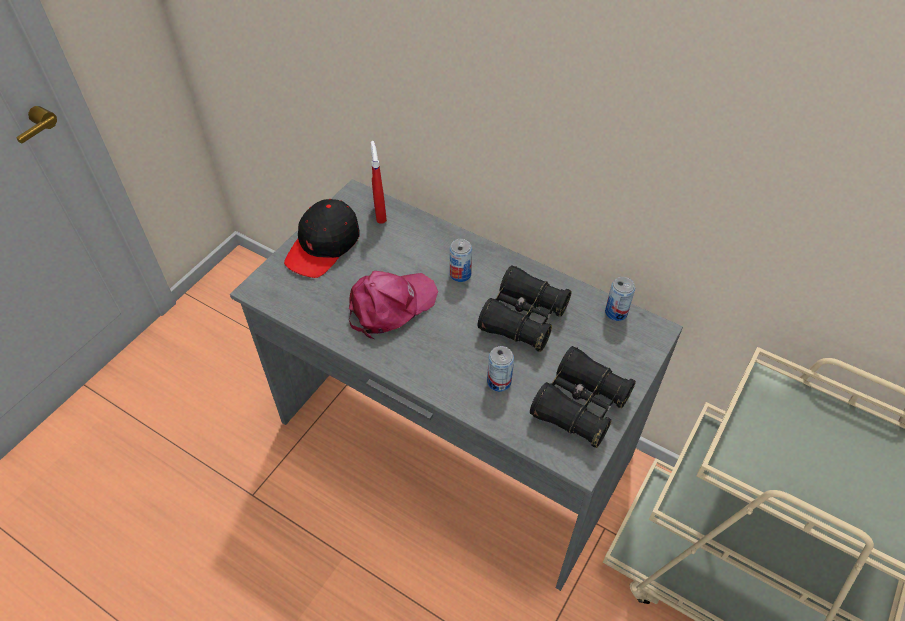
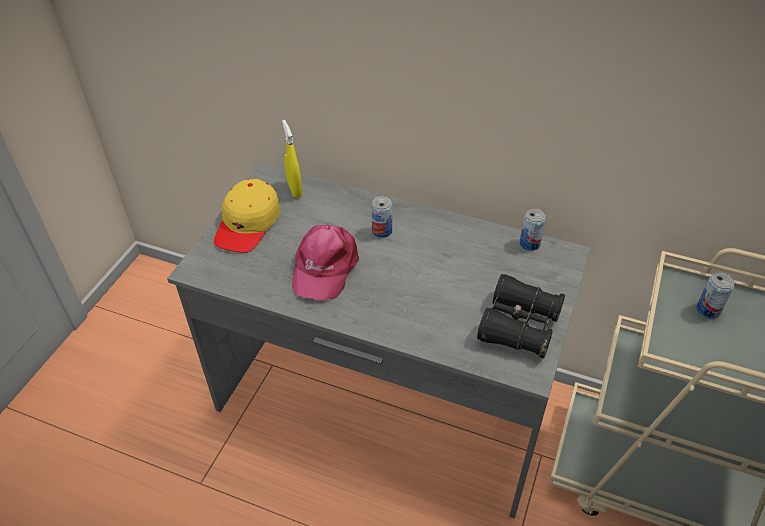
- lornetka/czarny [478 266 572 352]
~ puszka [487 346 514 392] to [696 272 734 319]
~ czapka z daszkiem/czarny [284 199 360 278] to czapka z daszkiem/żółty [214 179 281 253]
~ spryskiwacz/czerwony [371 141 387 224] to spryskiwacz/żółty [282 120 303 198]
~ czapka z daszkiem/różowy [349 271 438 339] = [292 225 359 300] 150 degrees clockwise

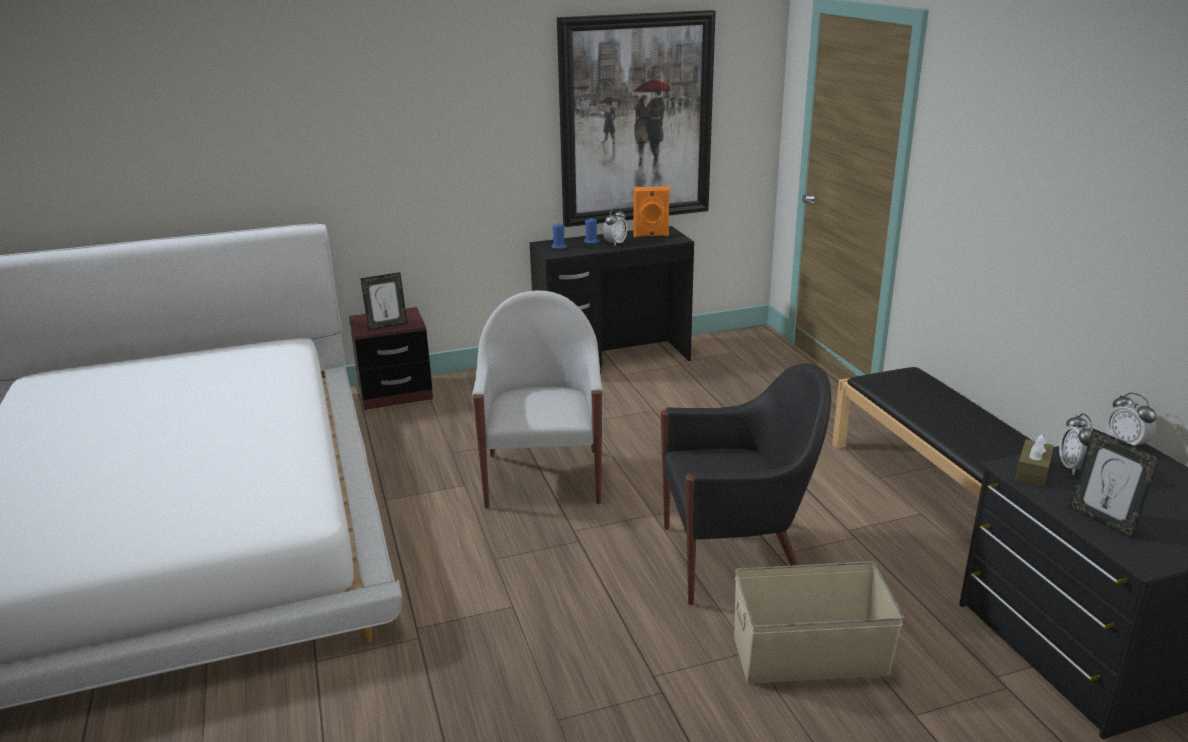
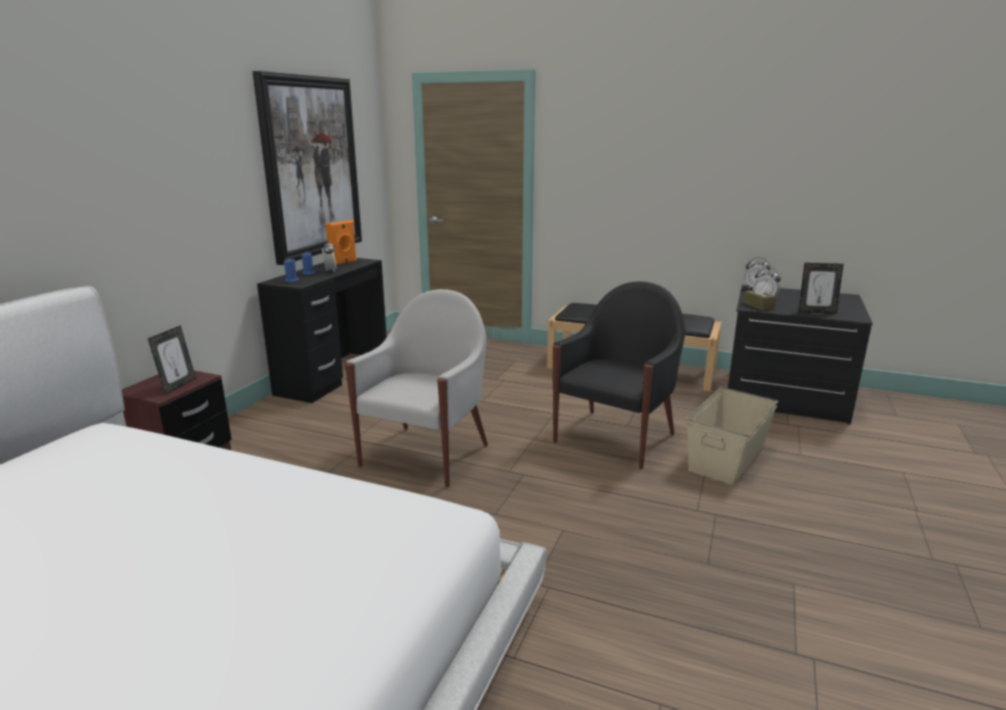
~ fotel/biały [472 290 604 509] = [345 289 488 488] 75 degrees clockwise

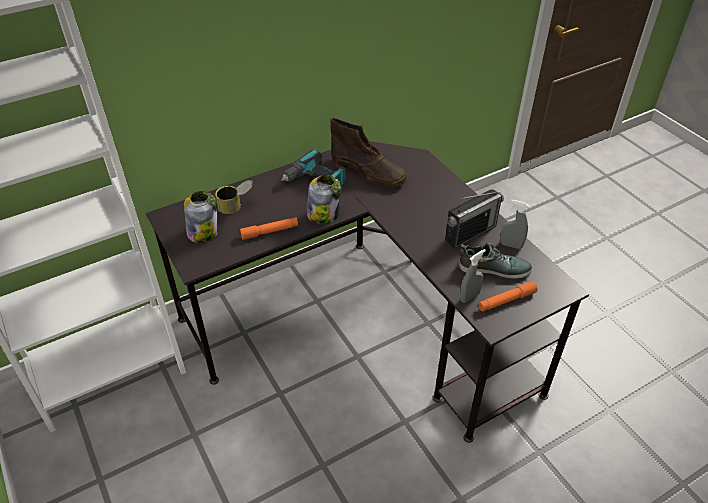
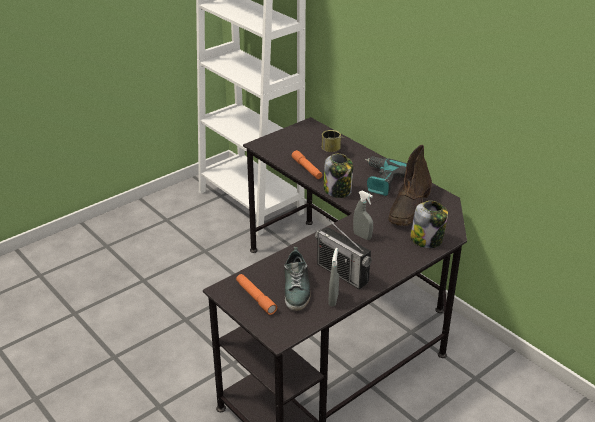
~ słoik [184 191 218 243] to [410 201 448 248]
~ spryskiwacz/szary [460 249 486 303] to [353 191 373 240]

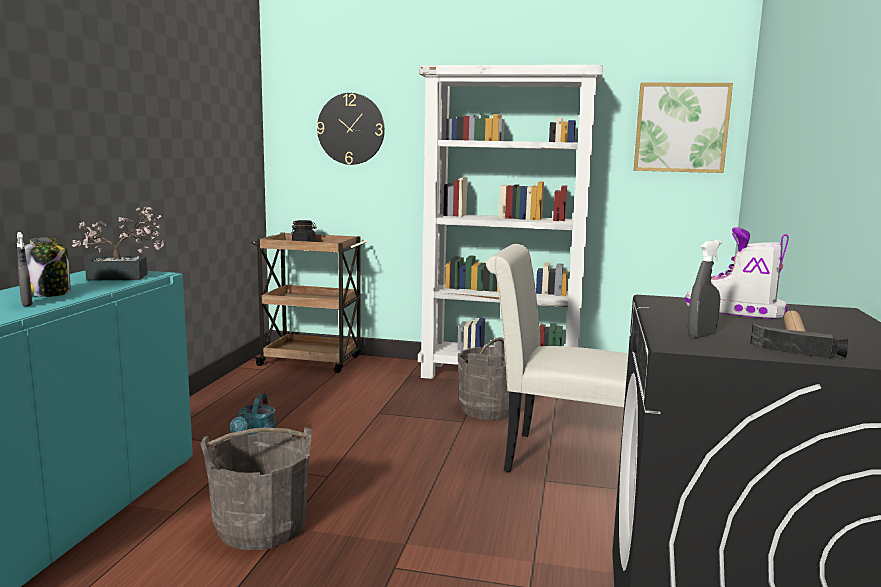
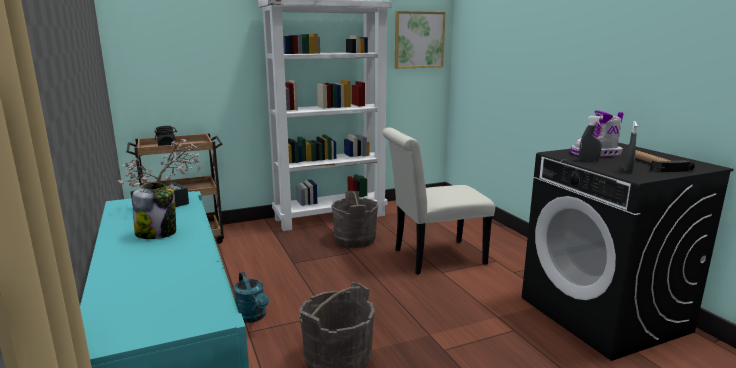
- zegar ścienny [317 93 385 165]
~ spryskiwacz/szary [17 232 33 306] to [579 116 603 162]

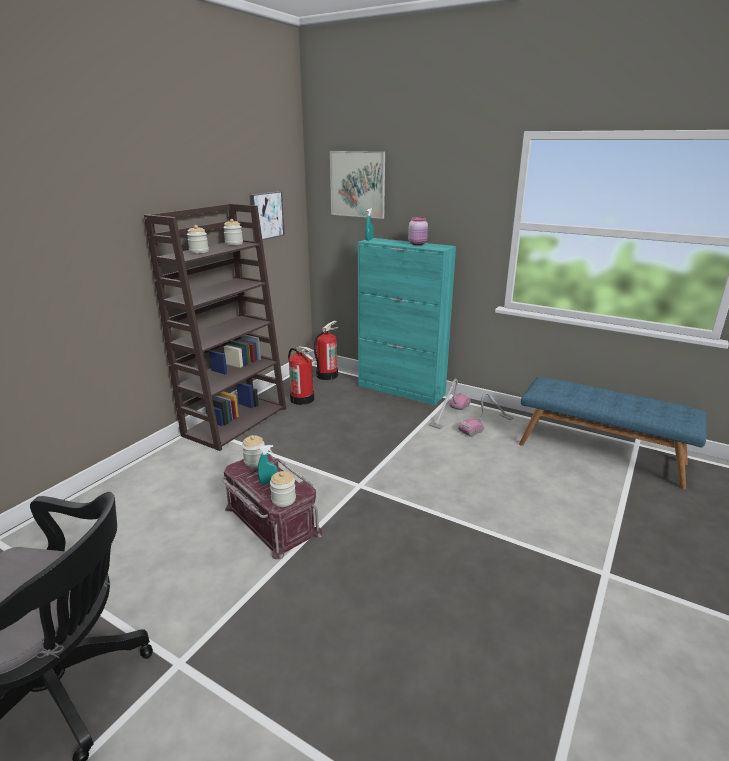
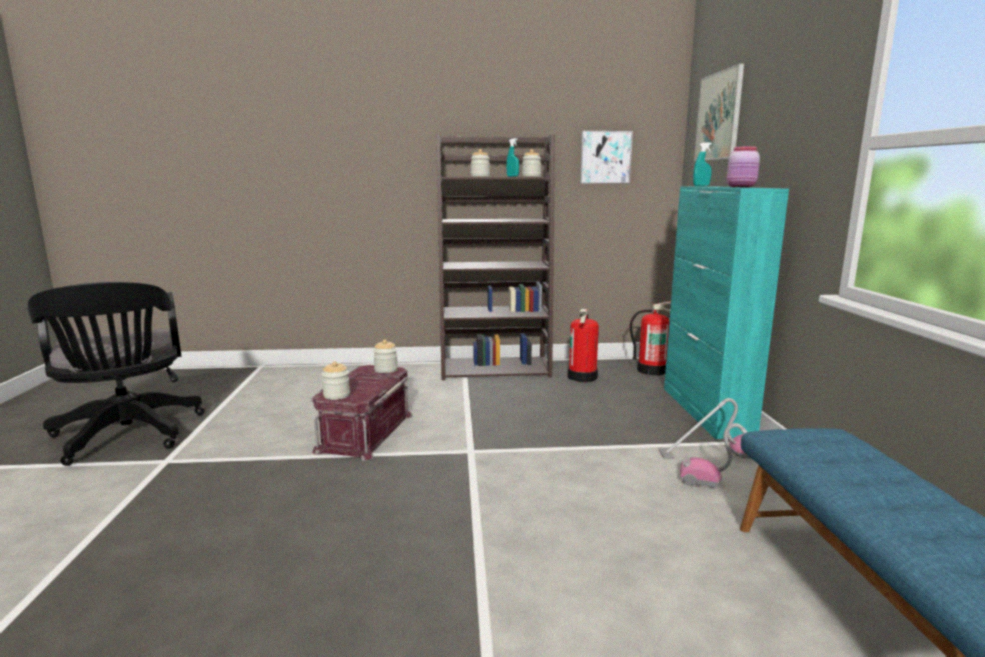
~ spryskiwacz/turkusowy [258 445 278 484] to [507 138 519 177]

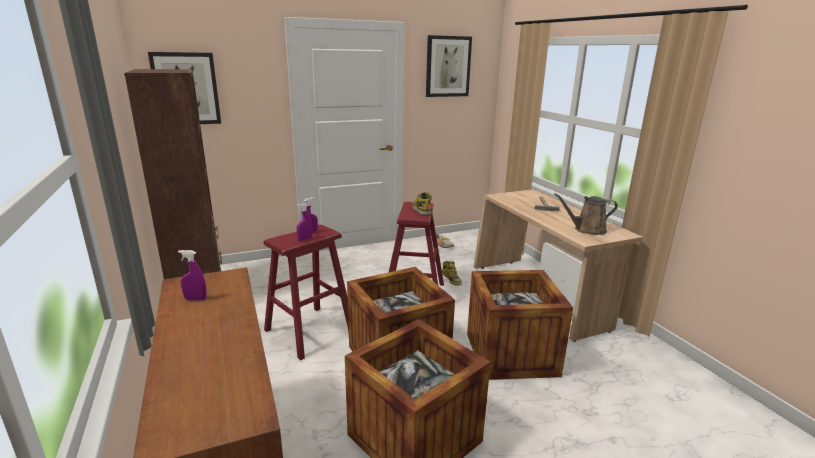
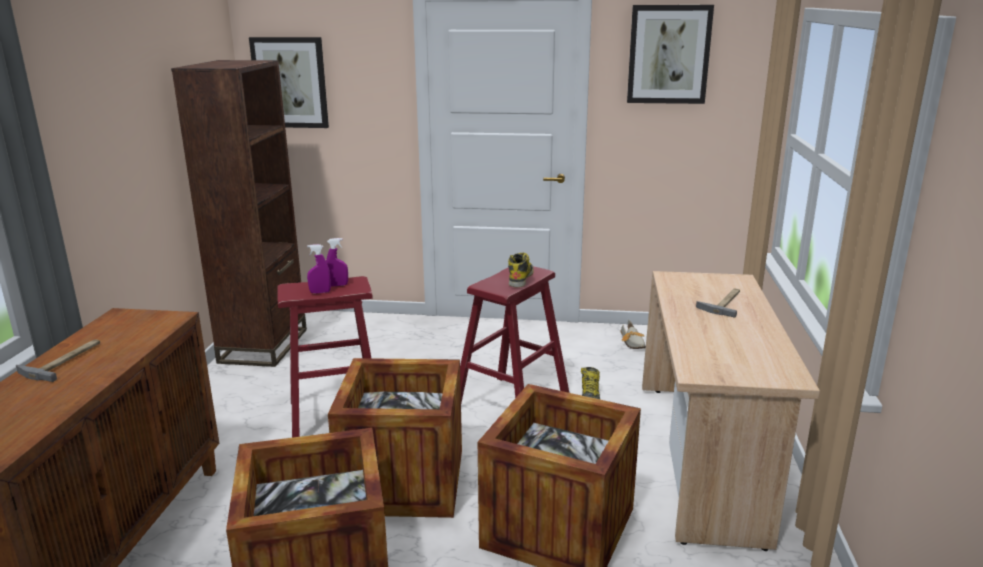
- spryskiwacz/fioletowy [178 250 207 300]
- konewka/brązowy [554 193 618 235]
+ młotek [16 339 100 382]

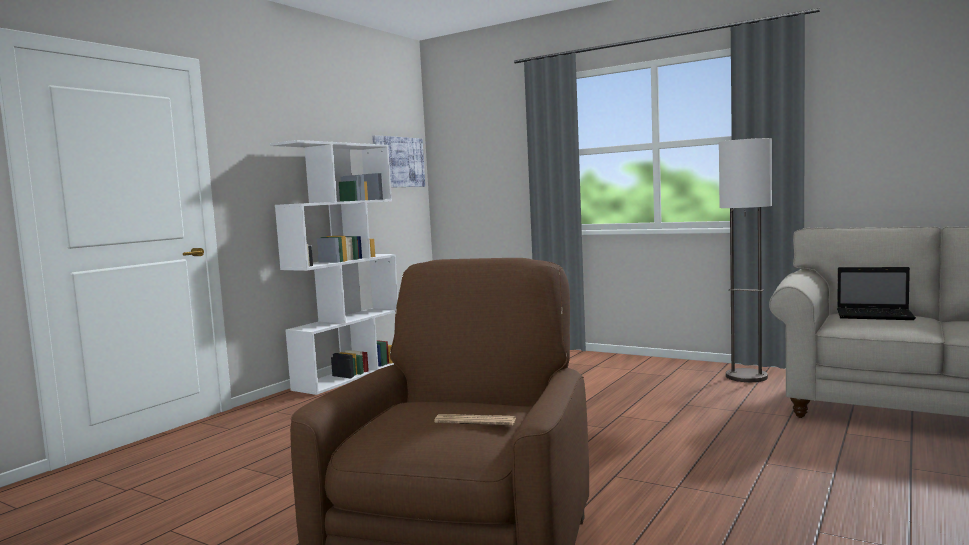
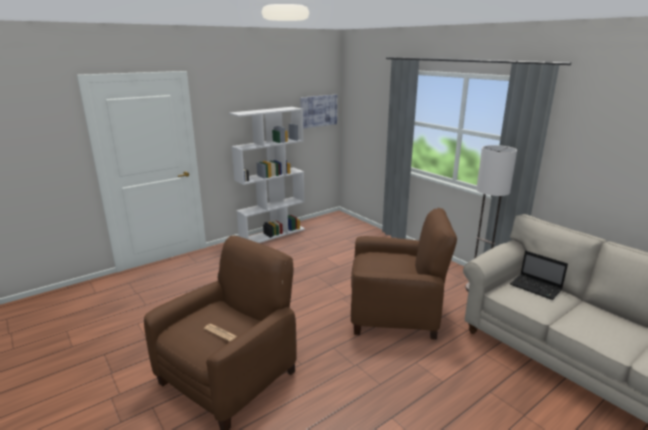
+ fotel/brązowy [351 208 457 340]

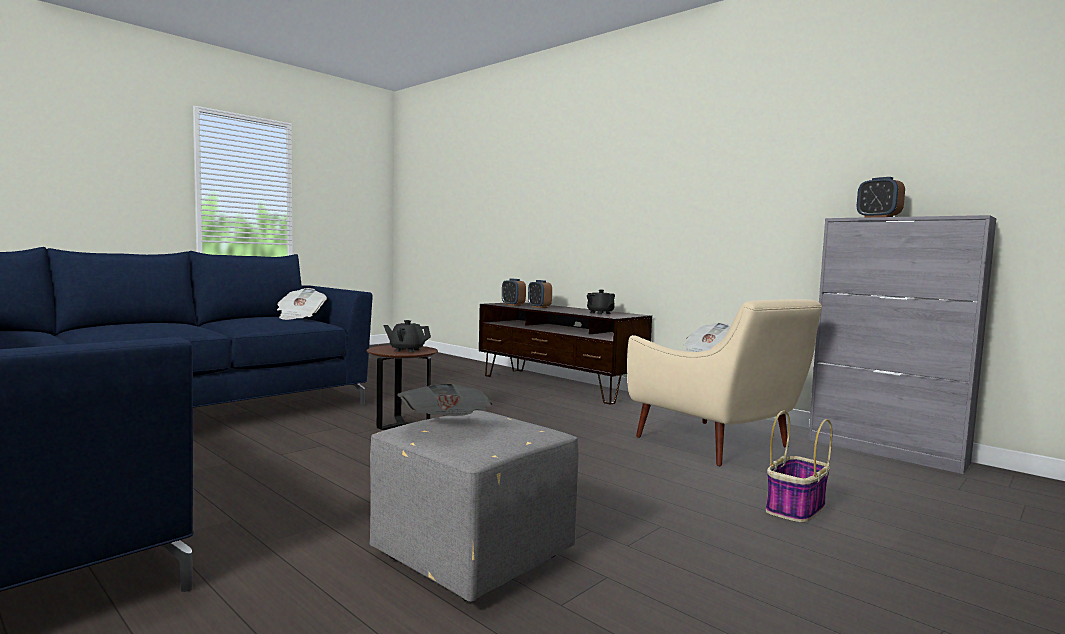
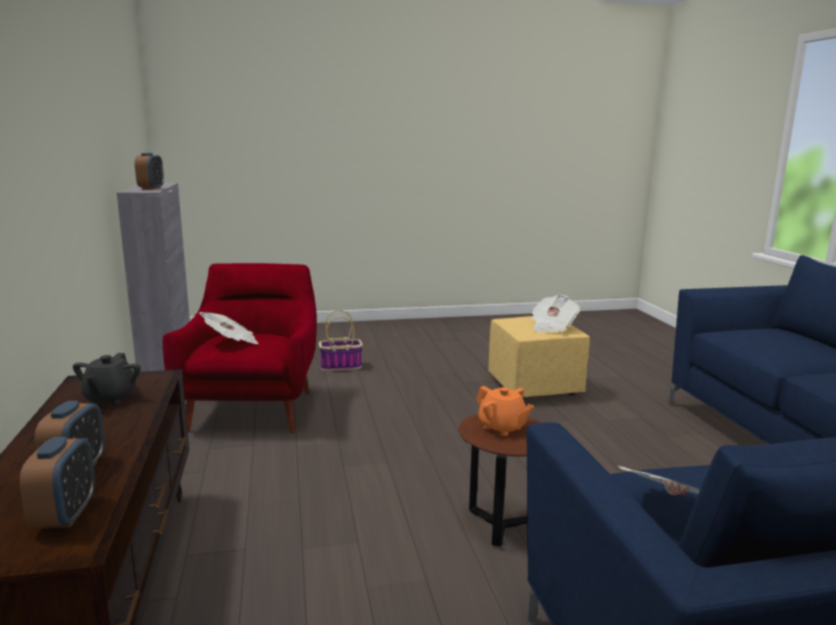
~ pufa/szary [370 410 579 602] to pufa/żółty [488 316 590 399]
~ imbryk/czarny [384 320 431 352] to imbryk/pomarańczowy [476 386 534 436]
~ fotel/beżowy [627 299 822 466] to fotel/czerwony [163 263 317 433]

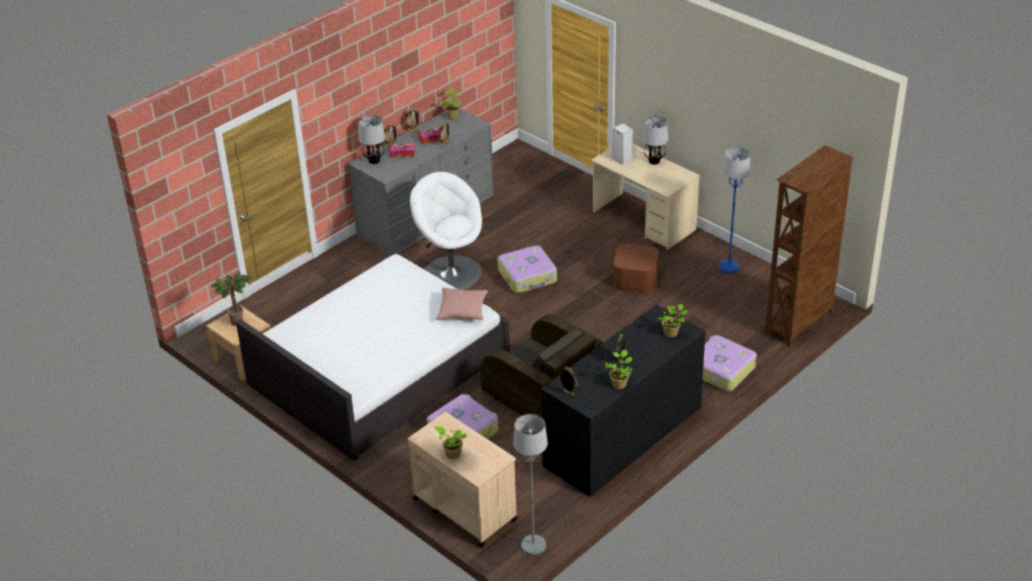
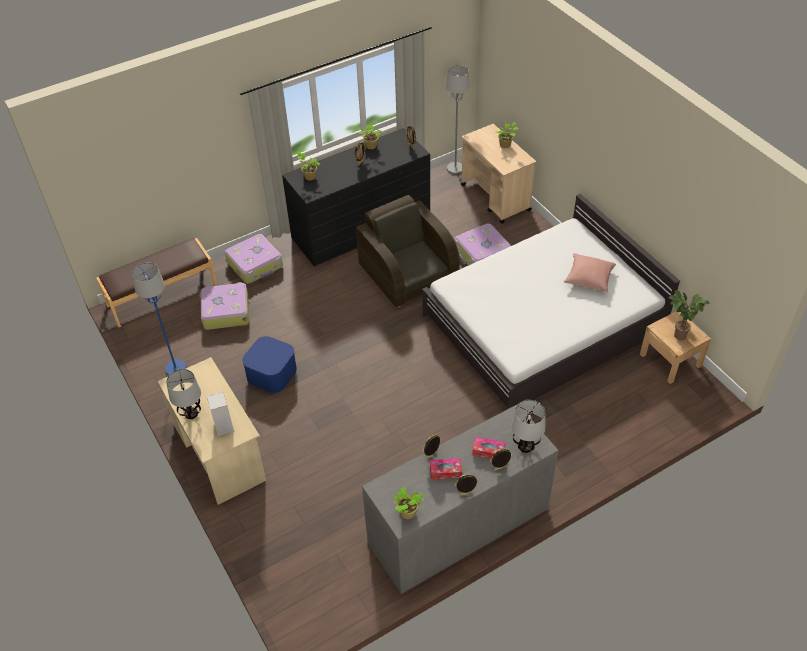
- fotel/biały [410 172 482 290]
~ poduszka/różowy [436 288 488 320] to [564 253 616 292]
~ walizka [497 245 557 293] to [201 282 250 330]
~ regał/brązowy [765 145 854 346] to ławka/brązowy [96 238 218 328]
~ pojemnik do przechowywania/brązowy [614 244 659 293] to pojemnik do przechowywania/niebieski [242 336 297 393]

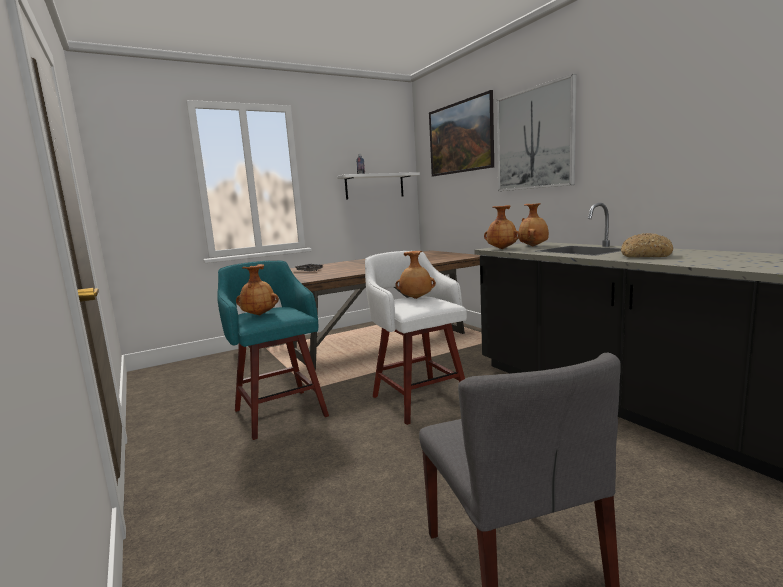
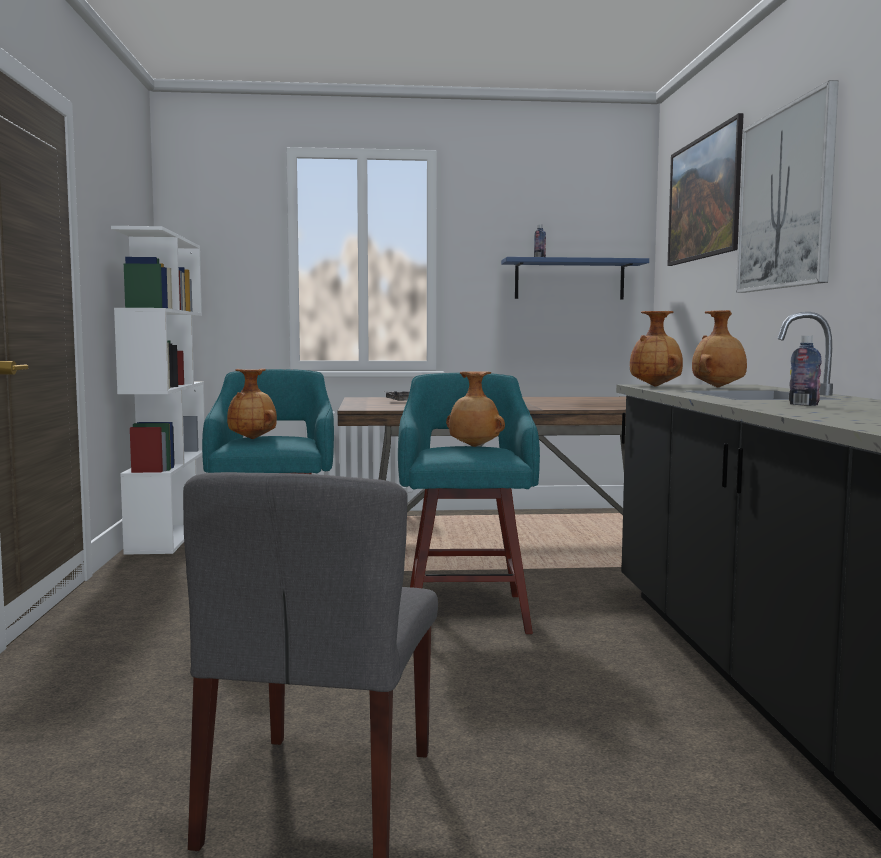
+ regał/biały [111 226 205 555]
~ chleb [621 233 673 258] to butelka [789 336 822 406]
~ półka/biały [336 172 420 200] to półka/niebieski [501 257 649 300]
~ stołek/biały [365 251 467 425] to stołek/turkusowy [398 373 540 634]

